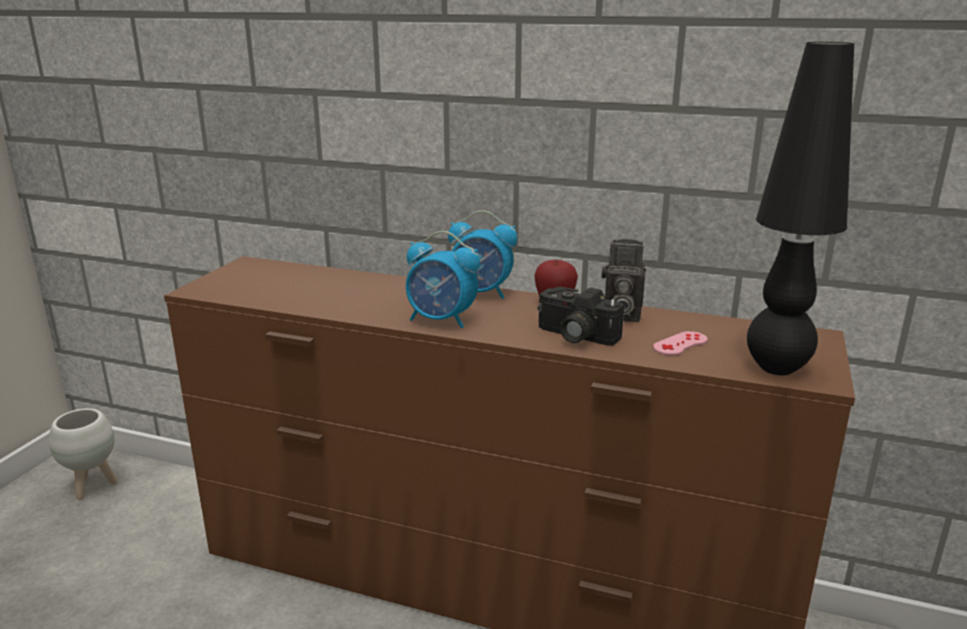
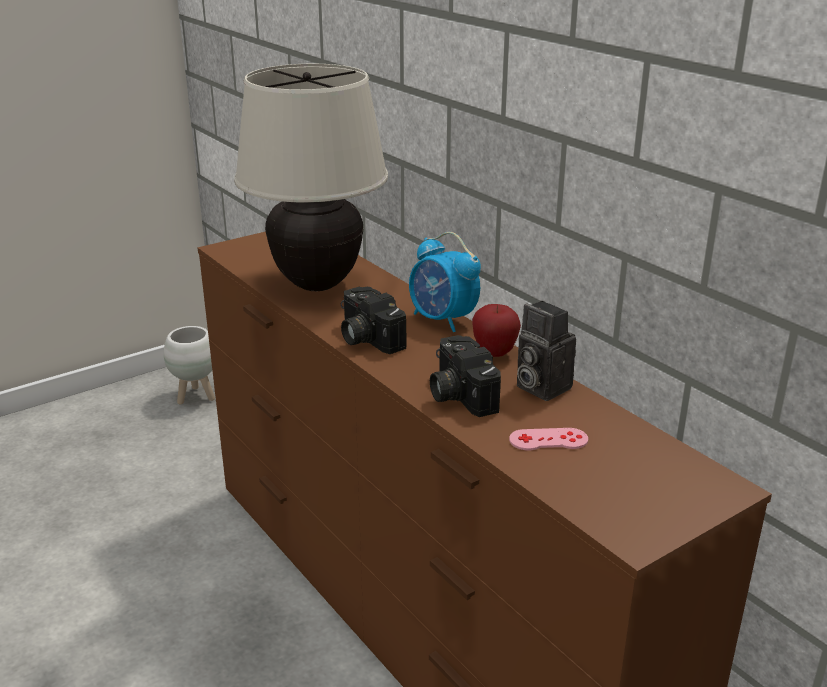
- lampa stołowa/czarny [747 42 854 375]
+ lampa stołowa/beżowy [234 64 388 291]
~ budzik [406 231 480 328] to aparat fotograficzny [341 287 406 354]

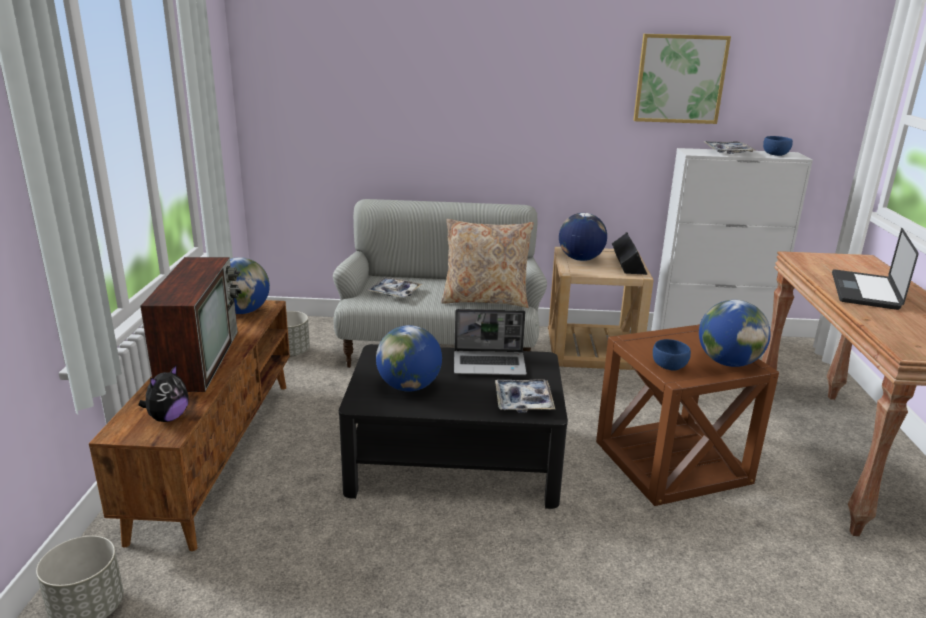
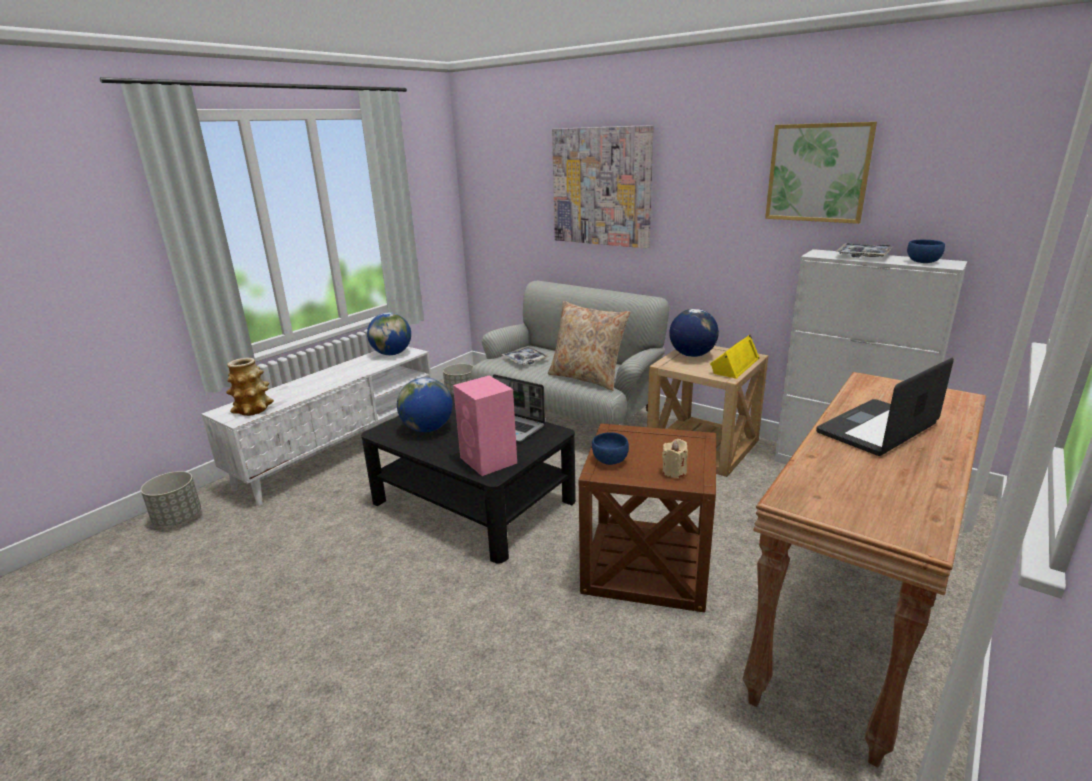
- telewizor [140 257 242 392]
+ obraz [552 125 654 248]
~ pluszak [138 365 189 422] to wazon [226 357 274 416]
~ taca [495 379 555 413] to głośnik/różowy [453 376 517 476]
~ globus [699 300 771 367] to świeca/beżowy [662 439 688 478]
~ szafka pod telewizor/brązowy [89 300 290 551] to szafka pod telewizor/biały [201 346 432 506]
~ głośnik/czarny [612 232 648 275] to głośnik/żółty [710 335 760 379]

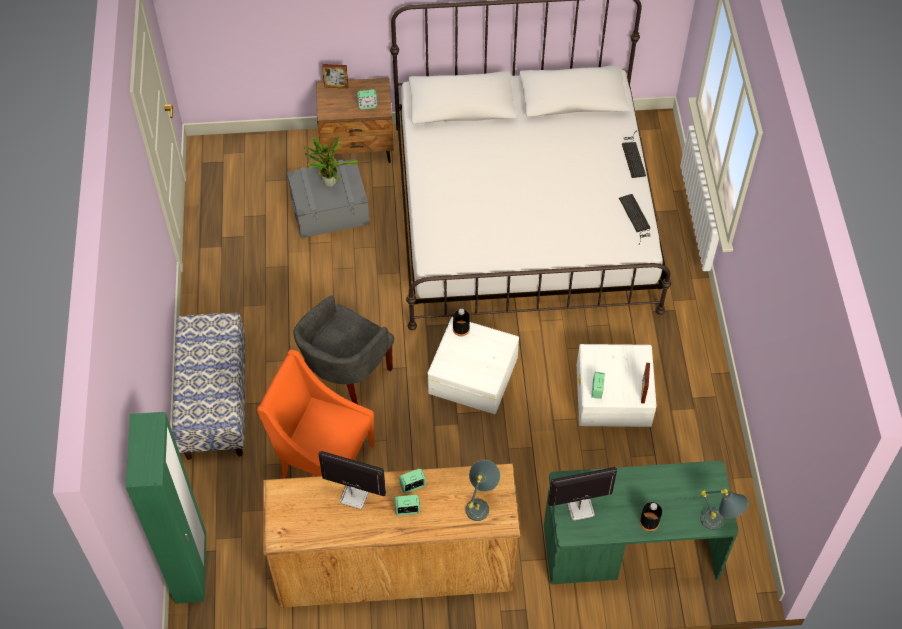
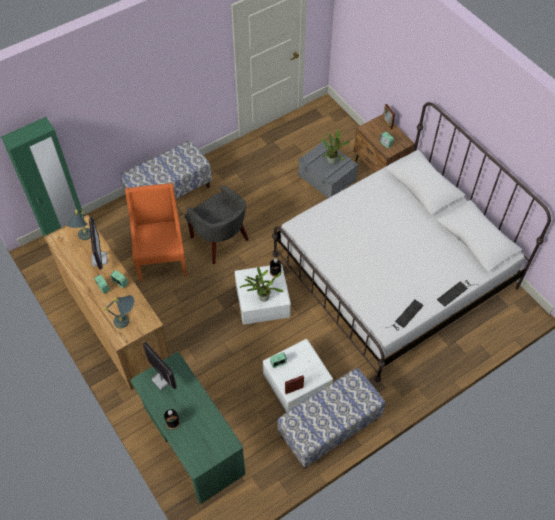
+ roślina doniczkowa [239 267 283 302]
+ ławka [277 368 385 469]
~ lampa stołowa/szary [701 489 749 530] to [67 210 91 240]
~ fotel/szary [293 295 394 404] = [185 185 249 264] 135 degrees counterclockwise

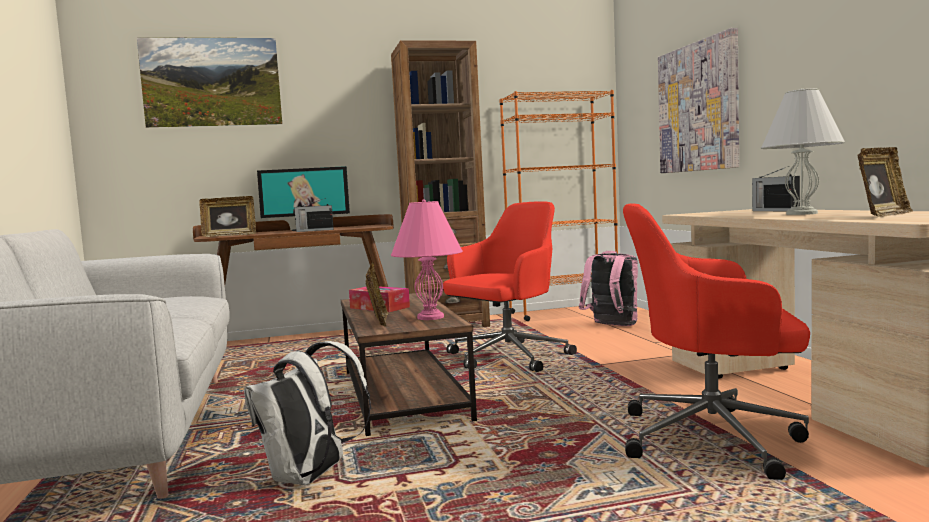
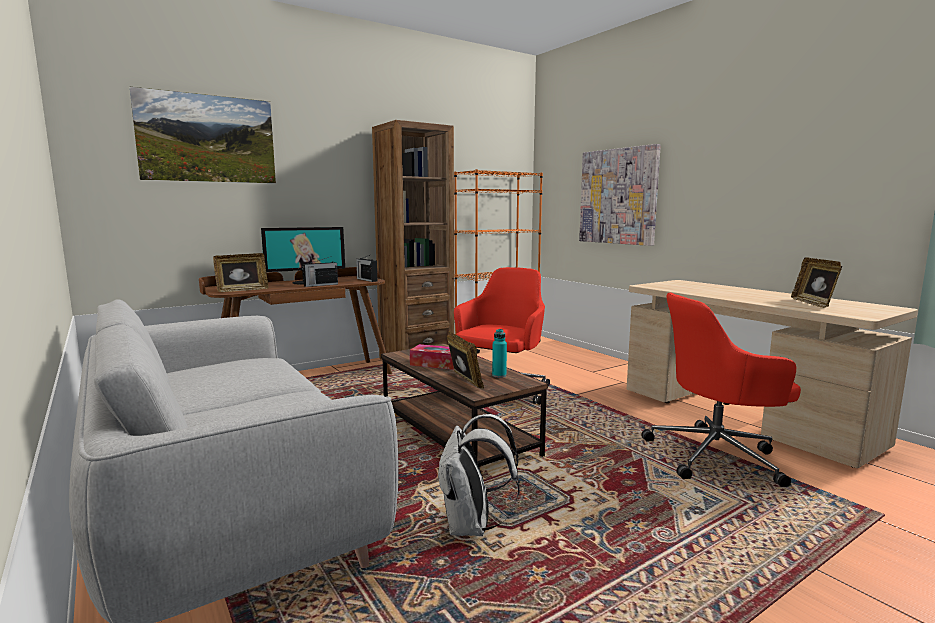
- plecak/różowy [579 251 638 326]
- lampa stołowa/biały [761 88 845 215]
~ radio [752 166 800 211] to [356 254 378 282]
~ lampa stołowa/różowy [391 199 463 320] to butelka/turkusowy [492 329 507 378]
~ ramka na zdjęcie [857 147 913 217] = [791 257 842 308] 150 degrees clockwise

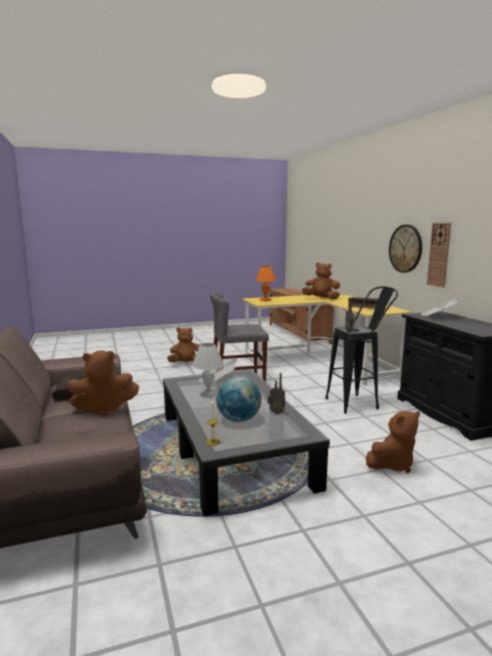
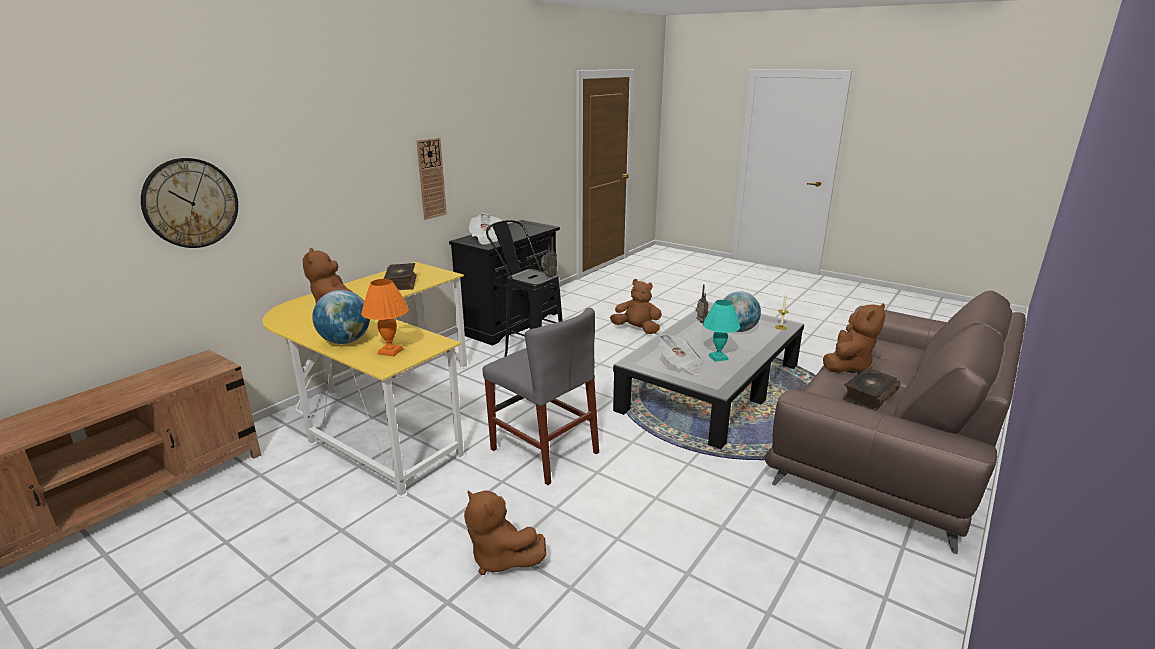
+ globus [312 290 370 344]
~ zegar ścienny [389 225 422 273] to [141 158 238 248]
~ lampa stołowa/biały [192 343 224 398] to lampa stołowa/turkusowy [703 300 740 362]
~ pluszak/brązowy [68 350 139 416] = [823 303 886 373] 90 degrees clockwise

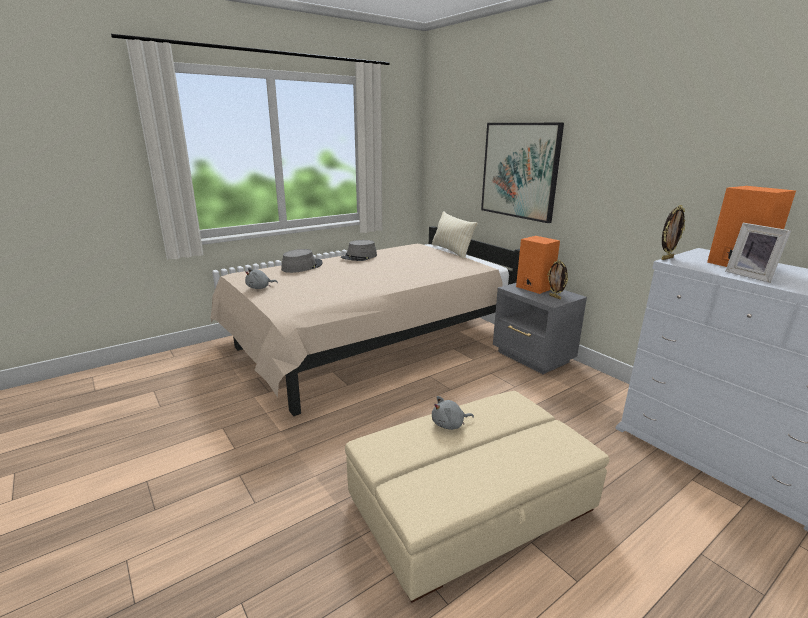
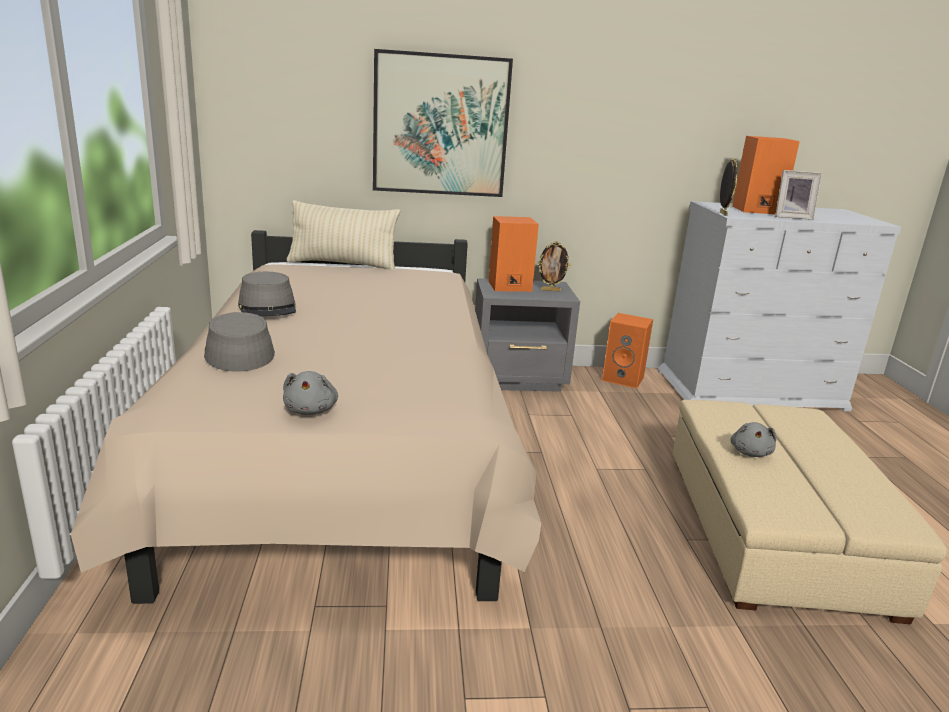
+ głośnik/pomarańczowy [602 313 653 388]

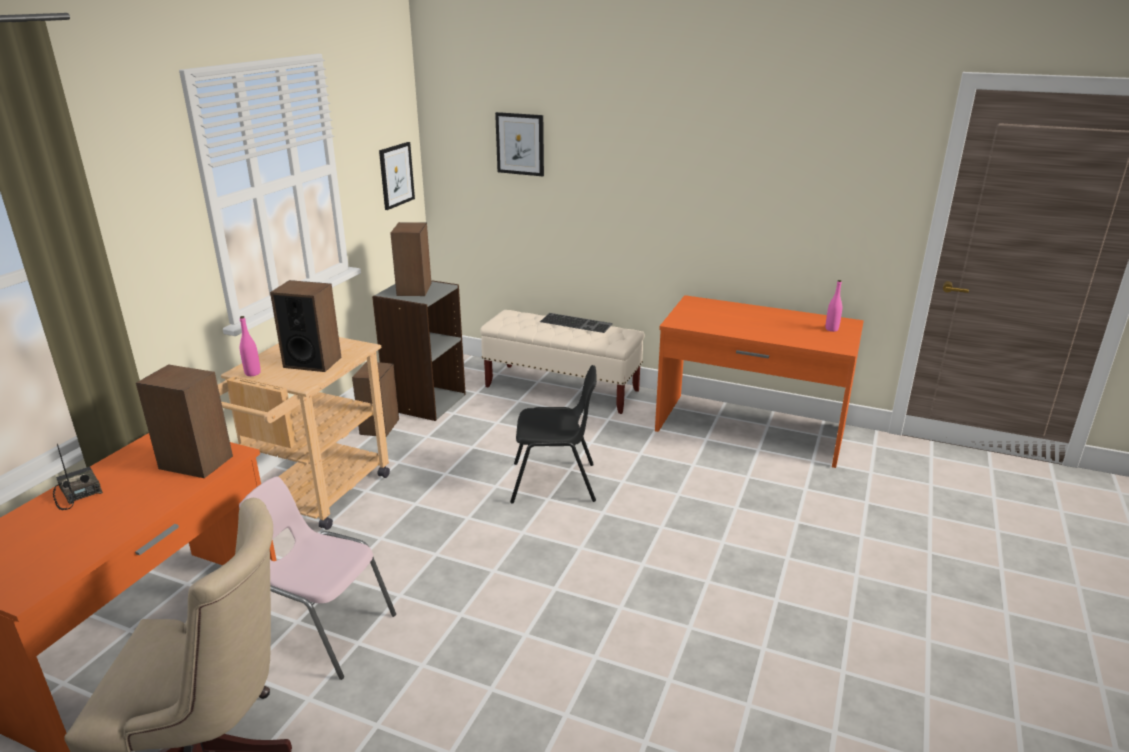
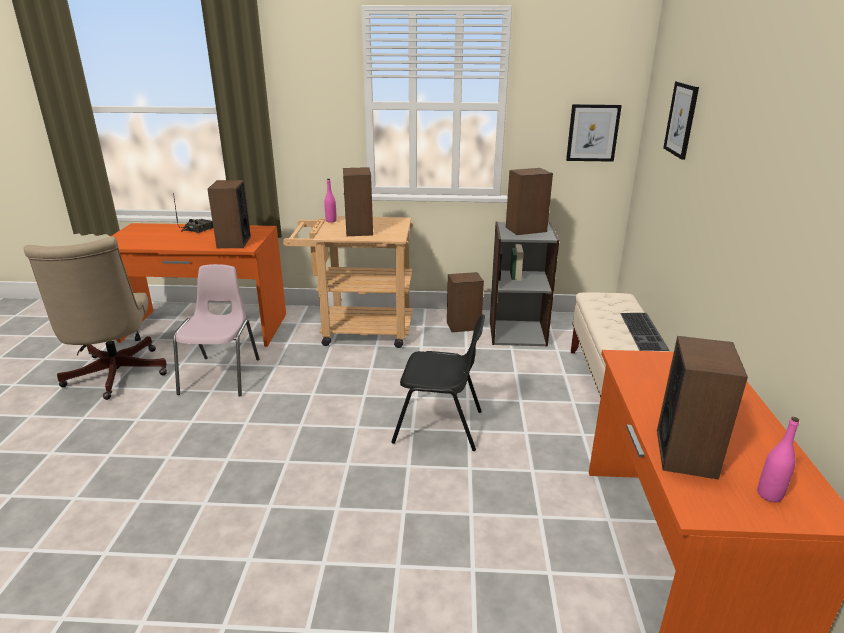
+ głośnik [657 336 748 479]
~ krzesło/czarny [510 365 597 504] = [391 314 485 451] 60 degrees counterclockwise

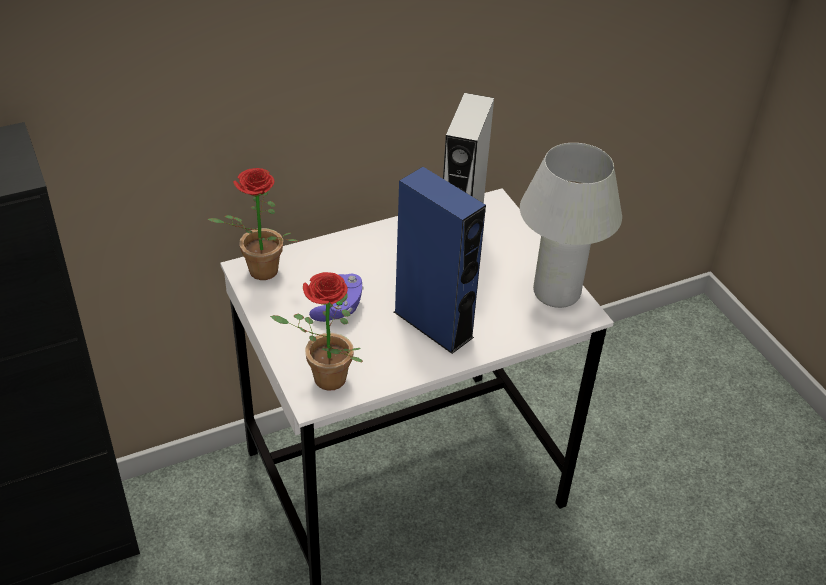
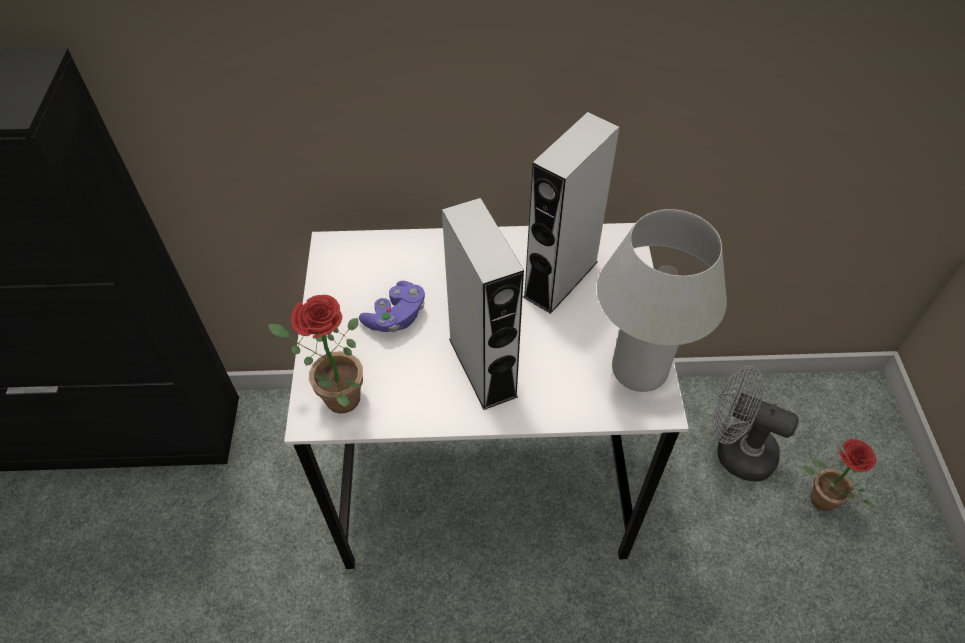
+ wentylator/szary [713 366 799 482]
~ roślina doniczkowa [207 168 298 280] to [803 439 876 511]
~ głośnik/niebieski [394 167 486 354] to głośnik/szary [442 198 524 410]

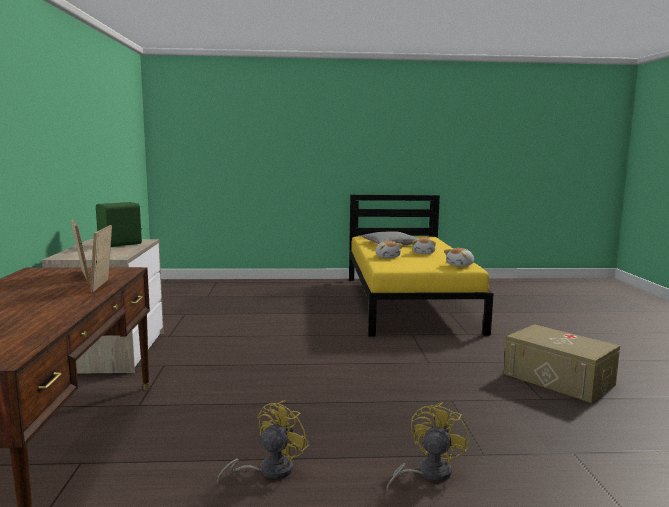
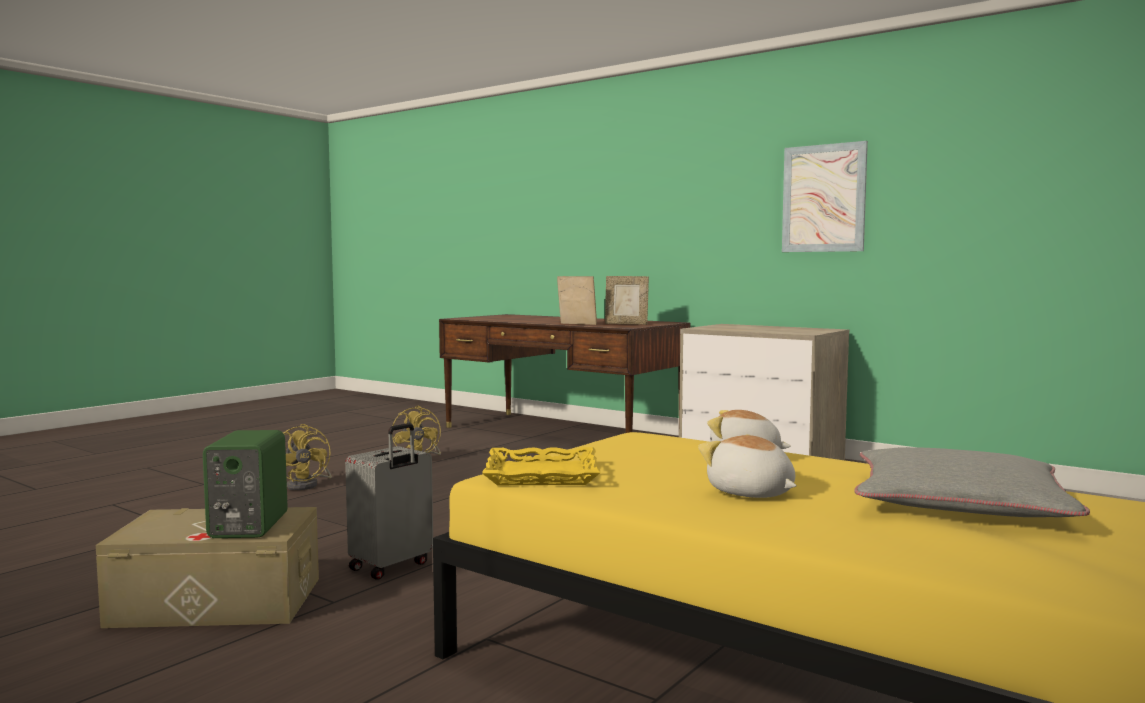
+ walizka/szary [345 423 433 580]
+ obraz [782 141 868 252]
~ głośnik/zielony [96 202 142 247] to [203 430 288 538]
~ pluszak [444 248 474 267] to taca/żółty [482 447 601 485]

